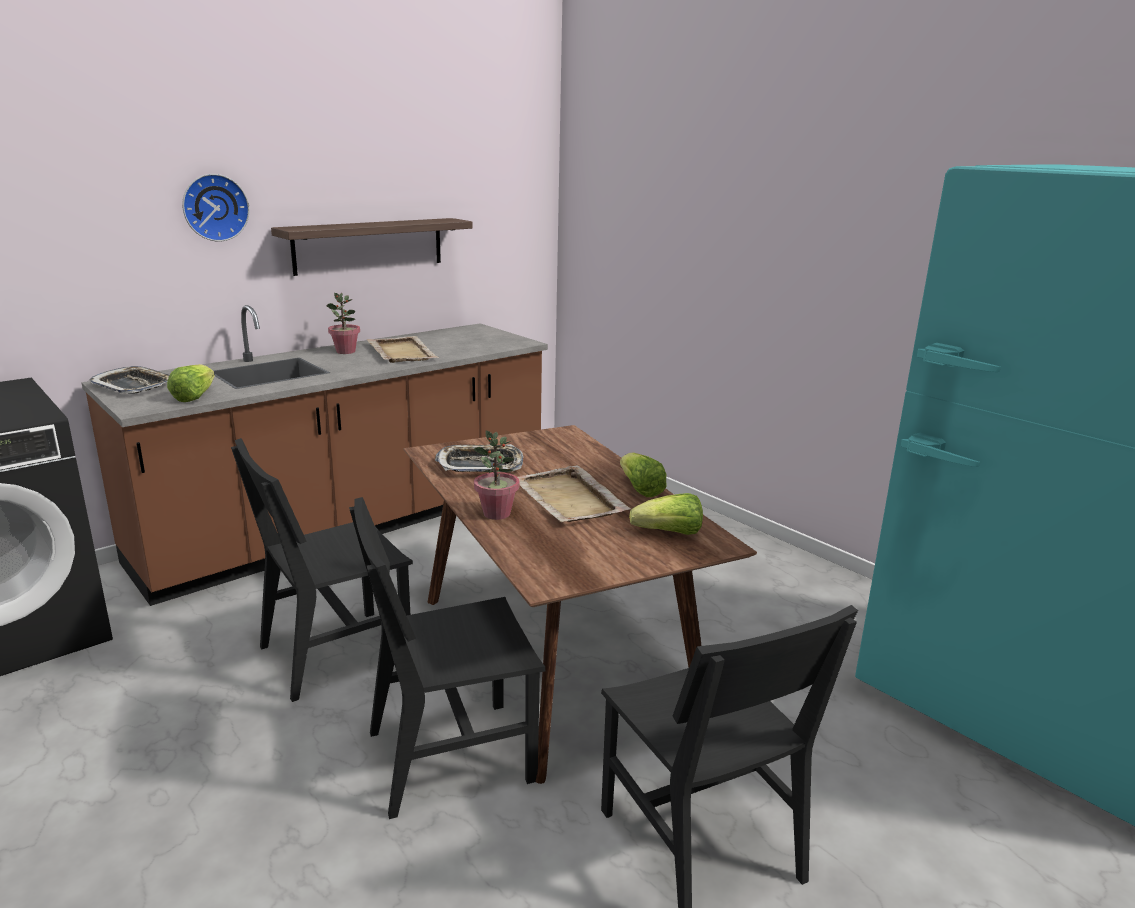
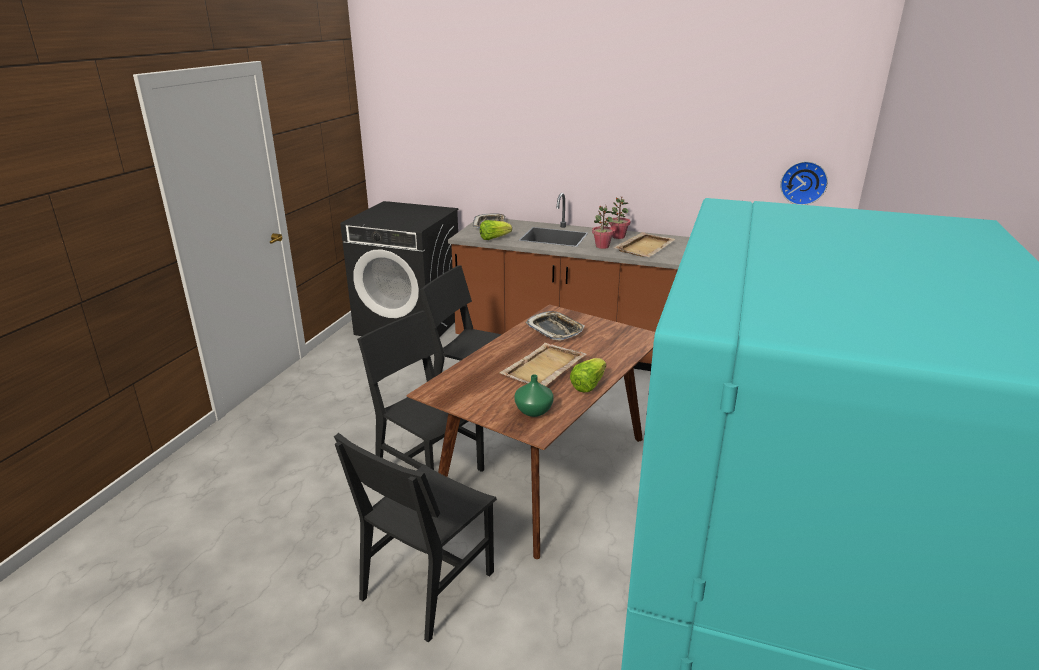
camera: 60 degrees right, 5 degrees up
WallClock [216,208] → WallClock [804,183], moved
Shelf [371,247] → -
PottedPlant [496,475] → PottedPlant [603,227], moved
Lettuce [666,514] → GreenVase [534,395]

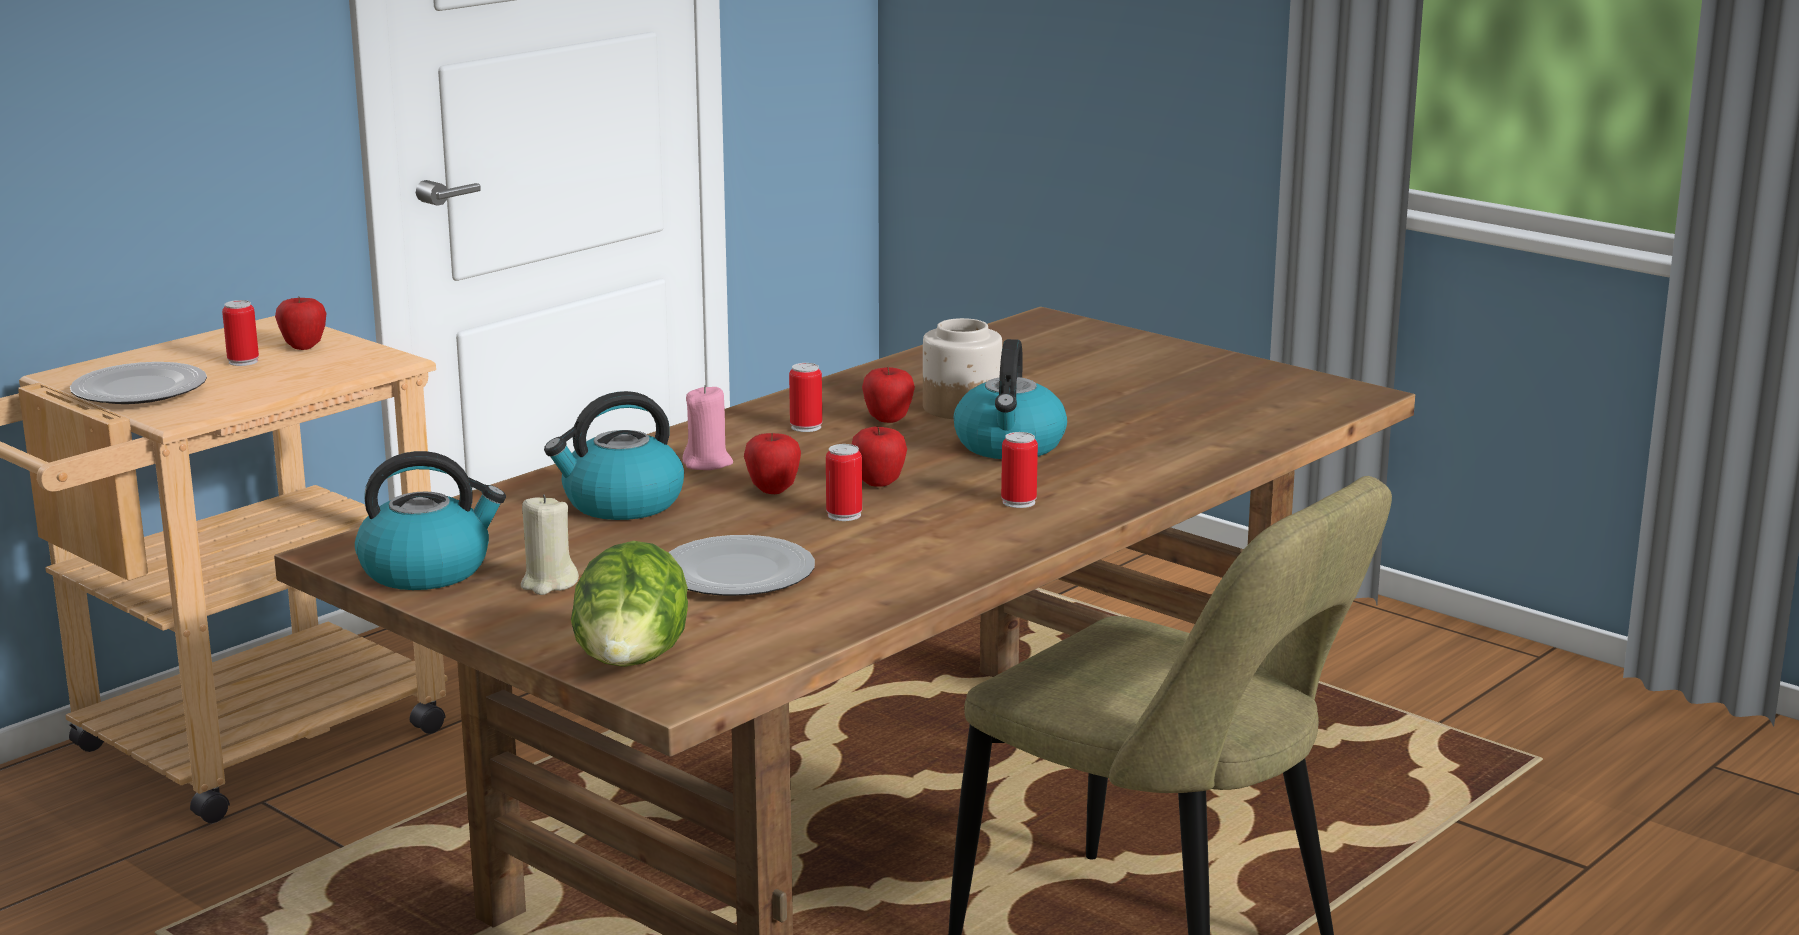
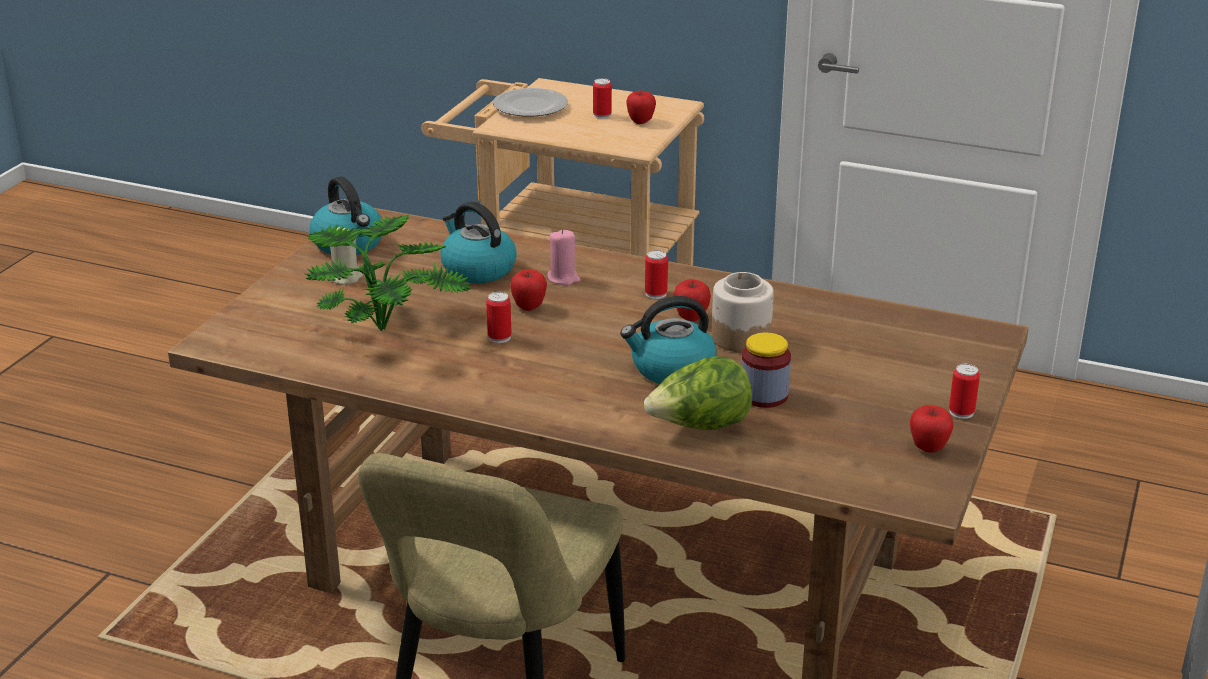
camera: 70 degrees right, 10 degrees up
Lettuce [629,604] → Lettuce [698,393], moved
Plate [741,565] → PottedPlant [389,273]
Apple [879,456] → Apple [931,429], moved
Can [1019,470] → Can [964,391], moved
- → Jar [766,370]

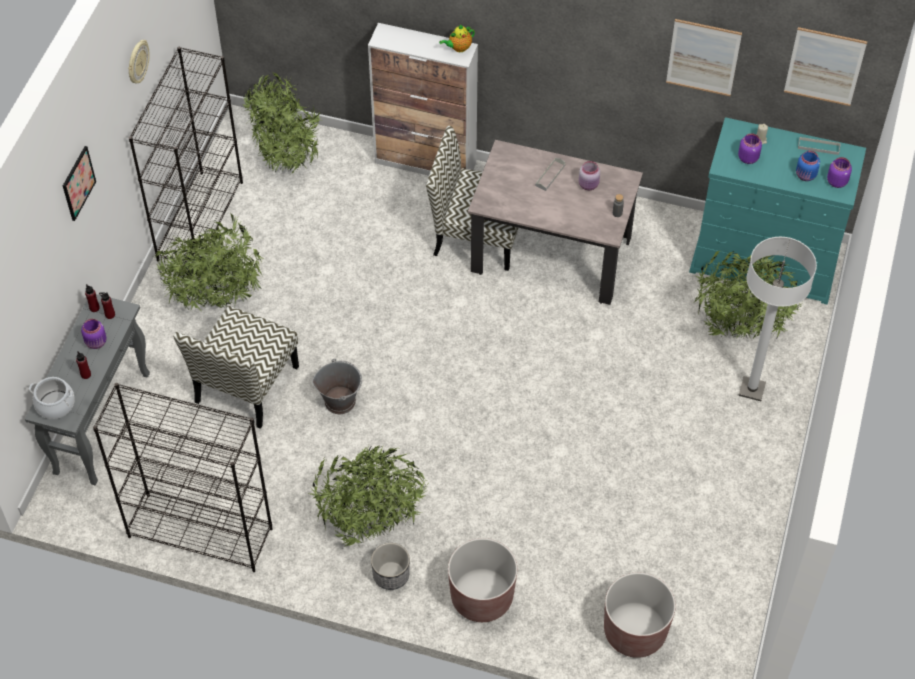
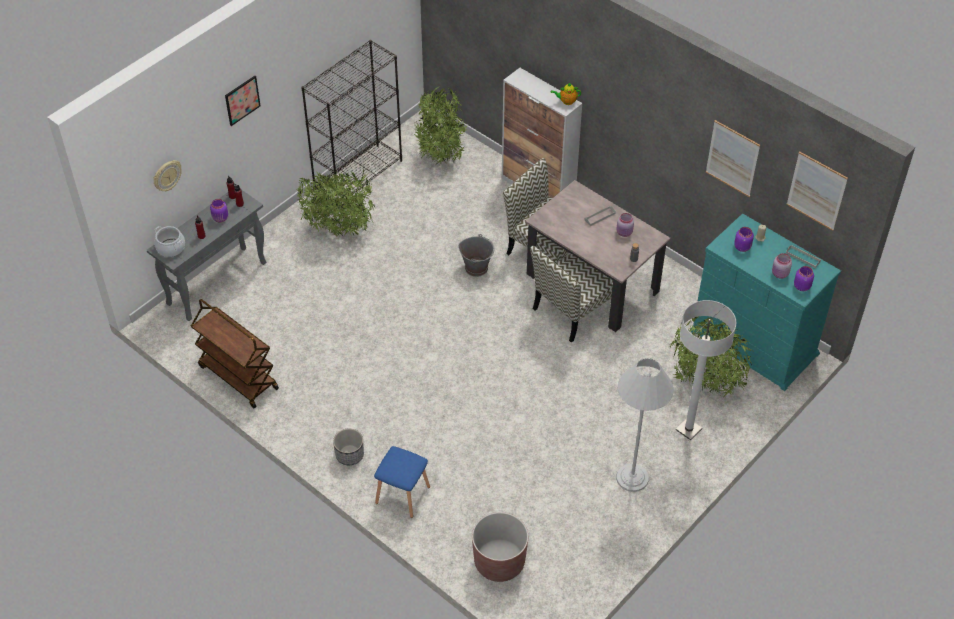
camera: 25 degrees right, 5 degrees down
BlackBookcase [183,477] → BrownCart [235,353]
WallClock [139,61] → WallClock [168,175], moved
Chair [236,367] → Chair [572,294], moved
PottedPlant [368,496] → -
GreyBucket [337,386] → GreyBucket [476,255], moved
BrownPlanter [482,580] → BlueStool [402,482]
BlueJar [808,166] → PinkJar [782,266]
- → WhiteFloorLamp [645,425]

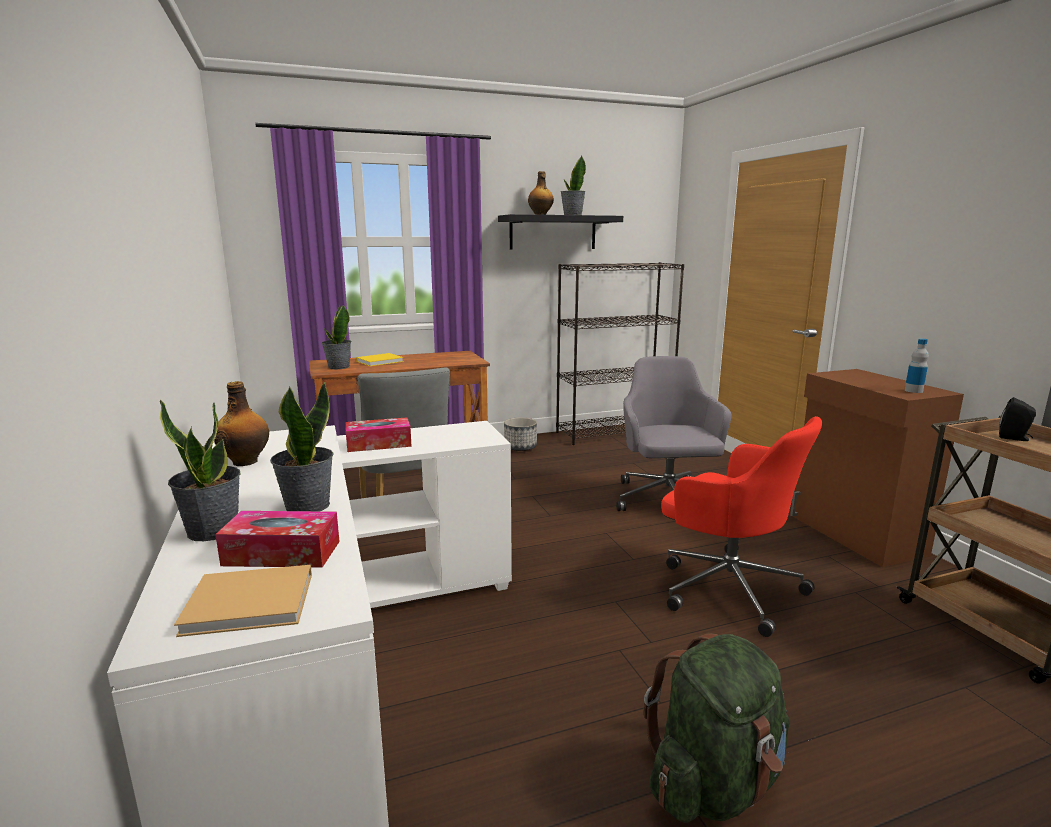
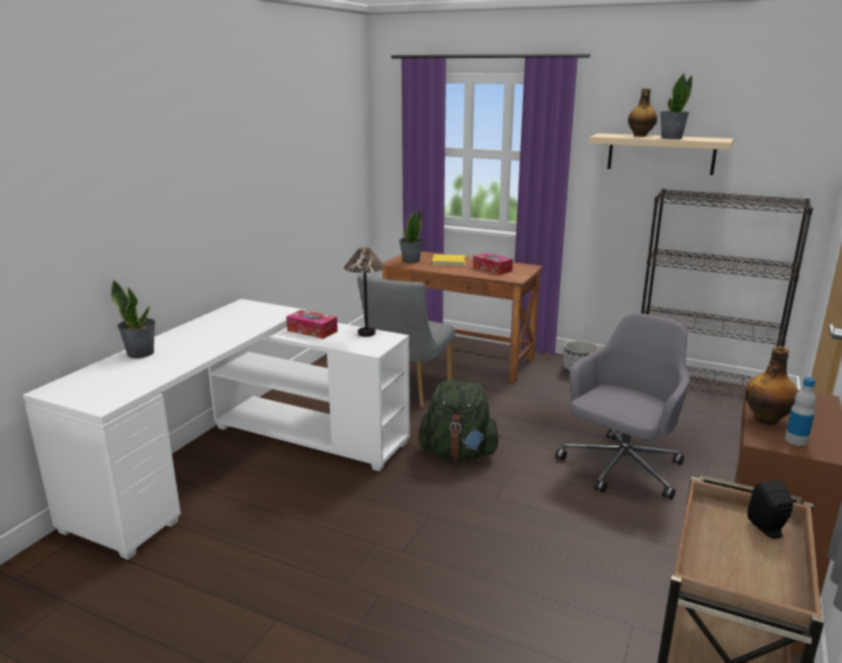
camera: 45 degrees right, 5 degrees up
BeigeBook [243,601] → -
Bottle [241,423] → Bottle [771,385], moved
TissueBox [277,539] → TissueBox [493,264], moved
PottedPlant [301,446] → -
BlackShelf [560,232] → BeigeShelf [661,154]
GreenBackpack [716,728] → GreenBackpack [460,420], moved
RedOfficeChair [741,526] → -
- → TableLamp [364,292]

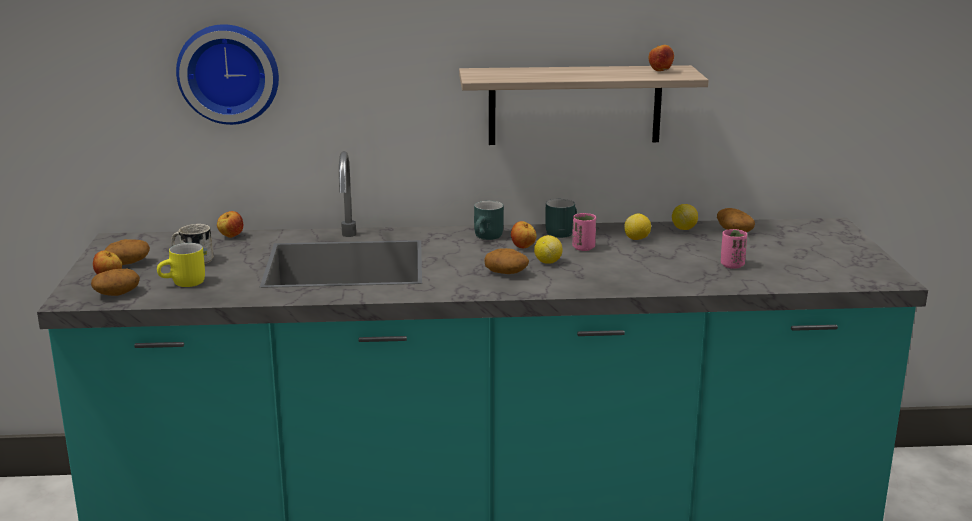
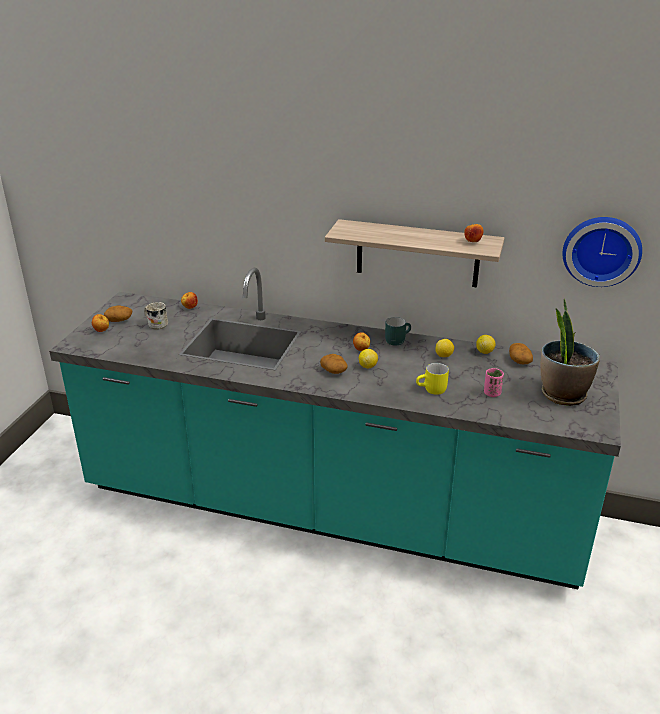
camera: 20 degrees right, 10 degrees up
Potato [115,282] → -
YellowMug [181,265] → YellowMug [432,379], moved
WallClock [227,74] → WallClock [602,252], moved
TurquoiseMug [489,220] → -
PinkCup [584,232] → -
- → PottedPlant [570,352]

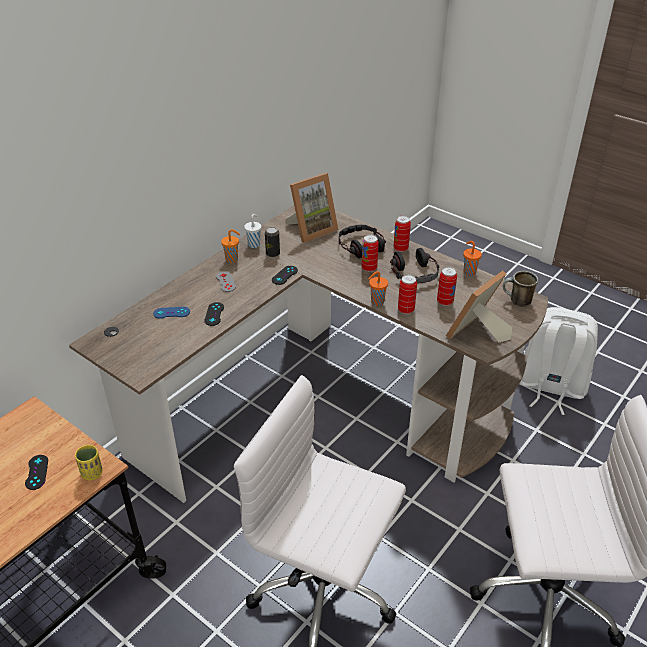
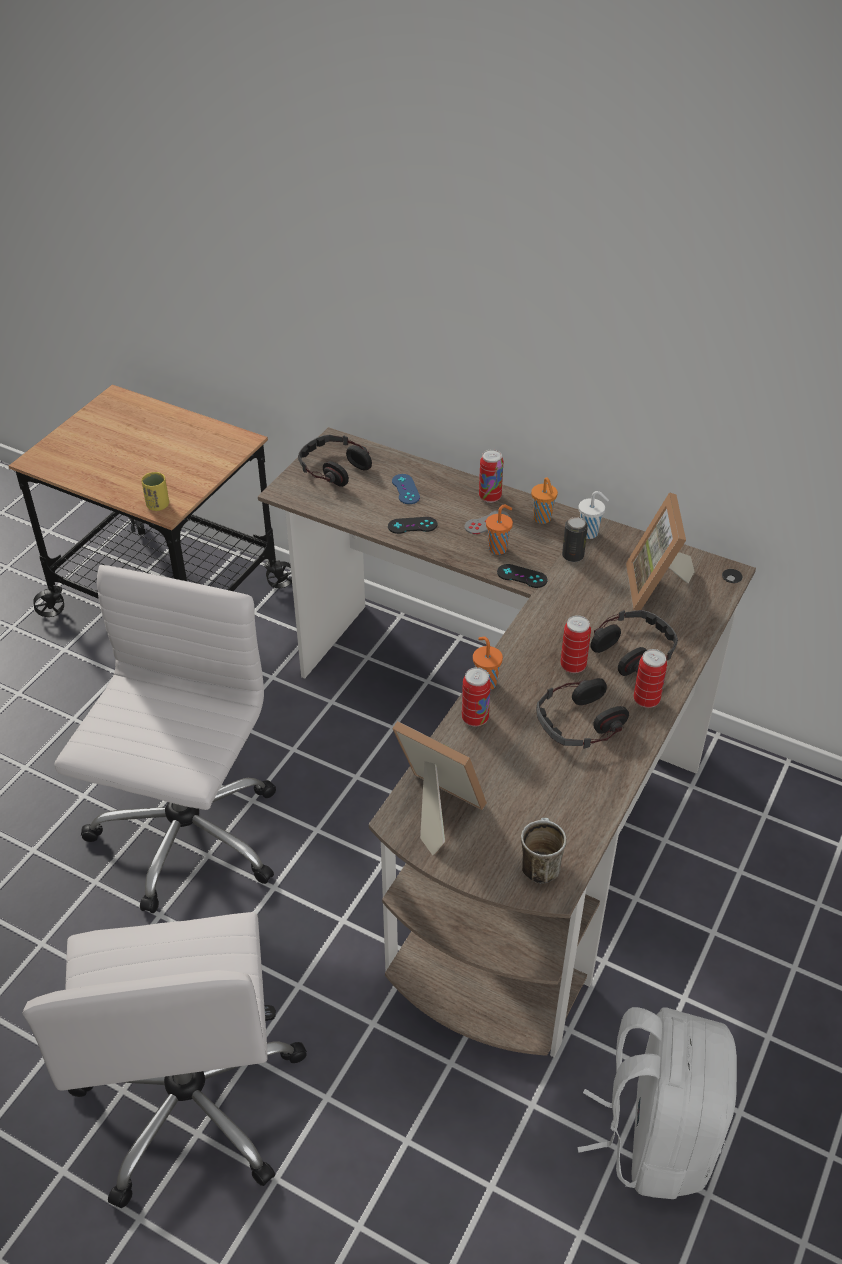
camera: 80 degrees right, 5 degrees up
BlackGameController [36,472] → -
PictureFrame [312,208] → PictureFrame [660,551], 45 degrees clockwise
Can [447,286] → Can [491,476], moved
OrangeCup [472,258] → OrangeCup [499,529], moved
- → Headphones [335,461]

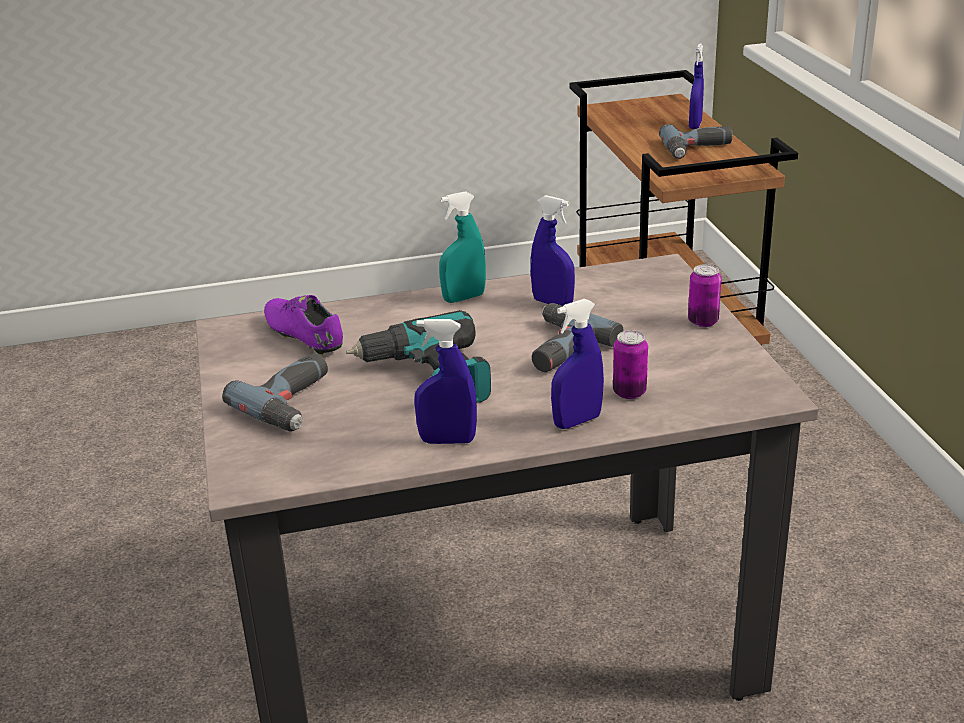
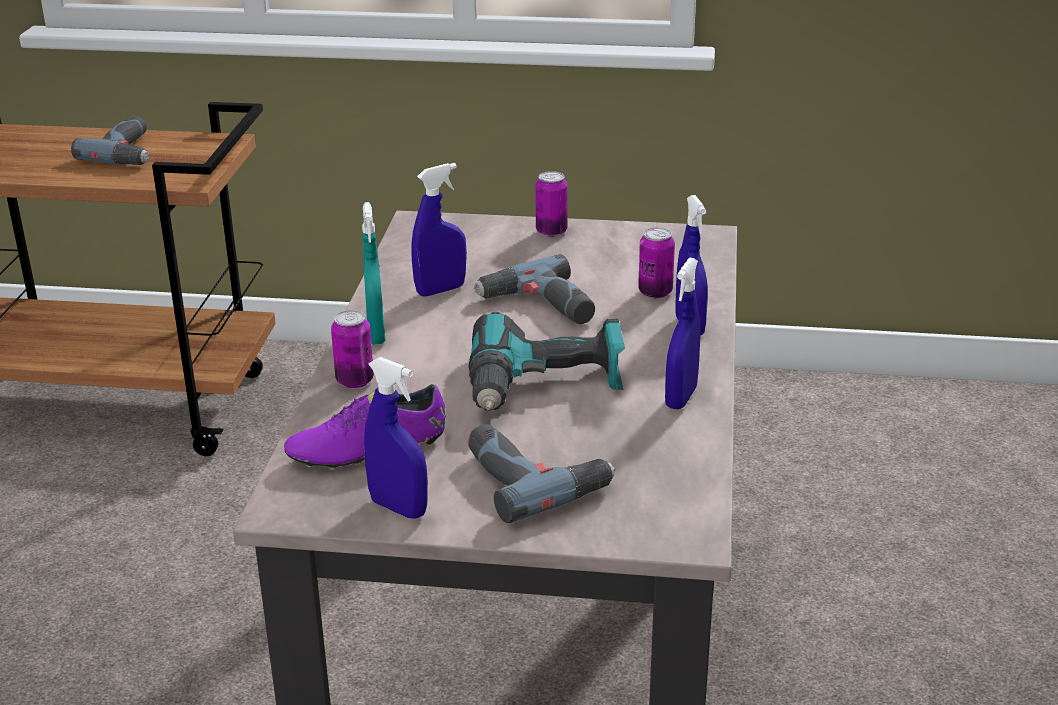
camera: 70 degrees left, 0 degrees up
BlueSprayBottle [696,86] → BlueSprayBottle [396,437], moved
- → Can [352,349]

